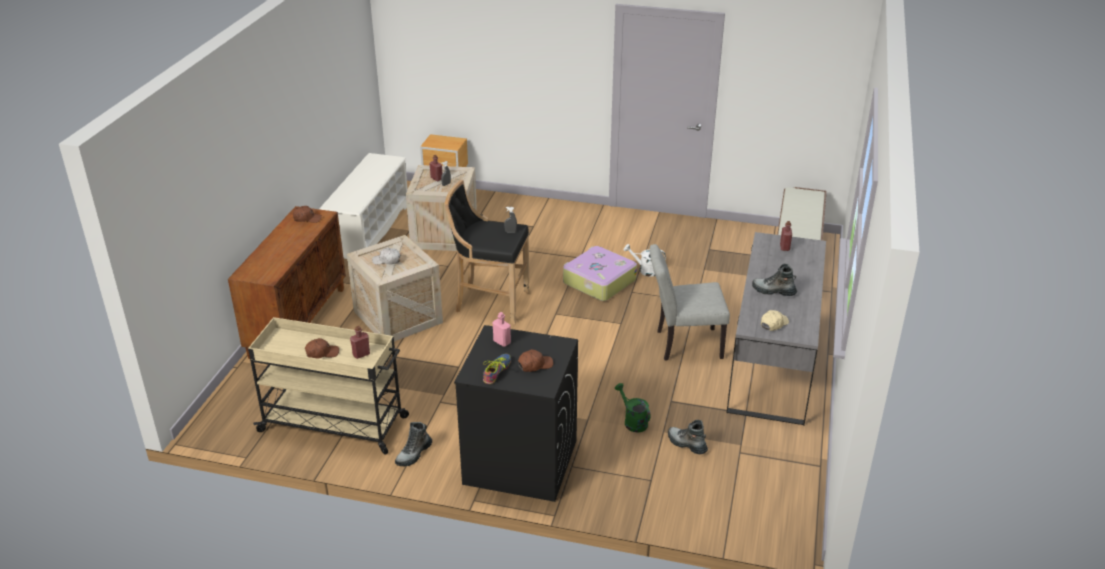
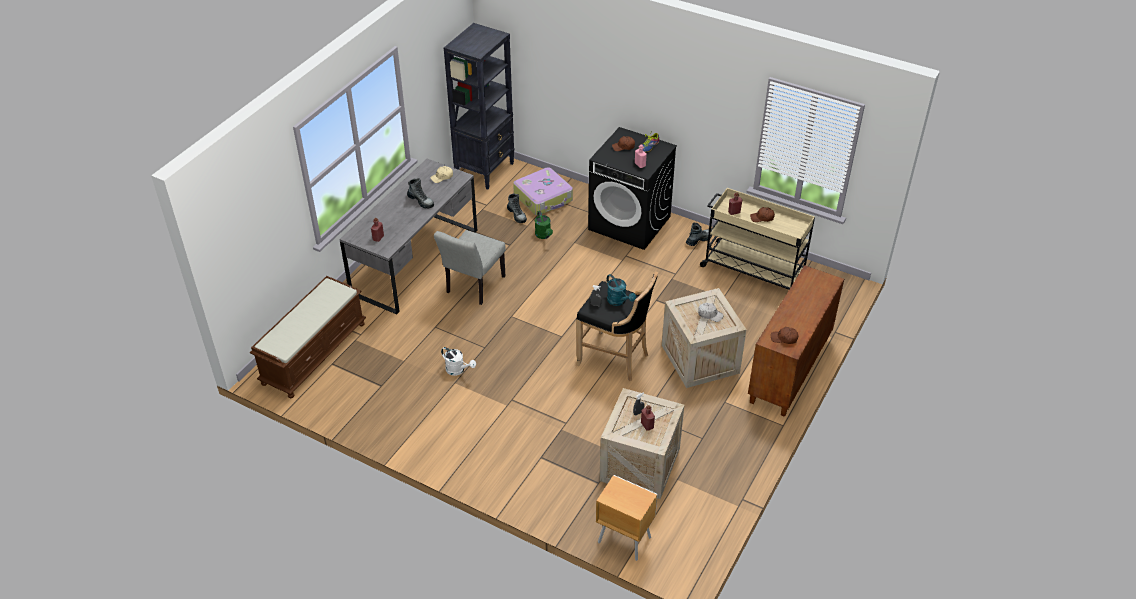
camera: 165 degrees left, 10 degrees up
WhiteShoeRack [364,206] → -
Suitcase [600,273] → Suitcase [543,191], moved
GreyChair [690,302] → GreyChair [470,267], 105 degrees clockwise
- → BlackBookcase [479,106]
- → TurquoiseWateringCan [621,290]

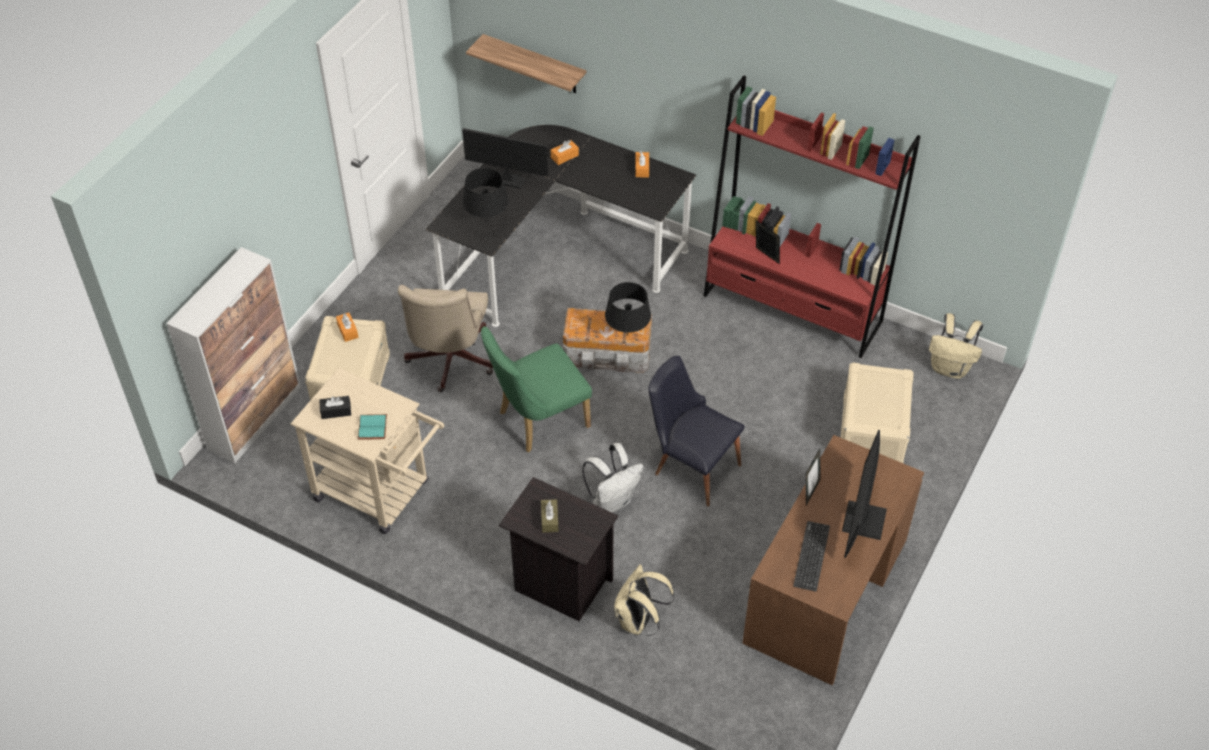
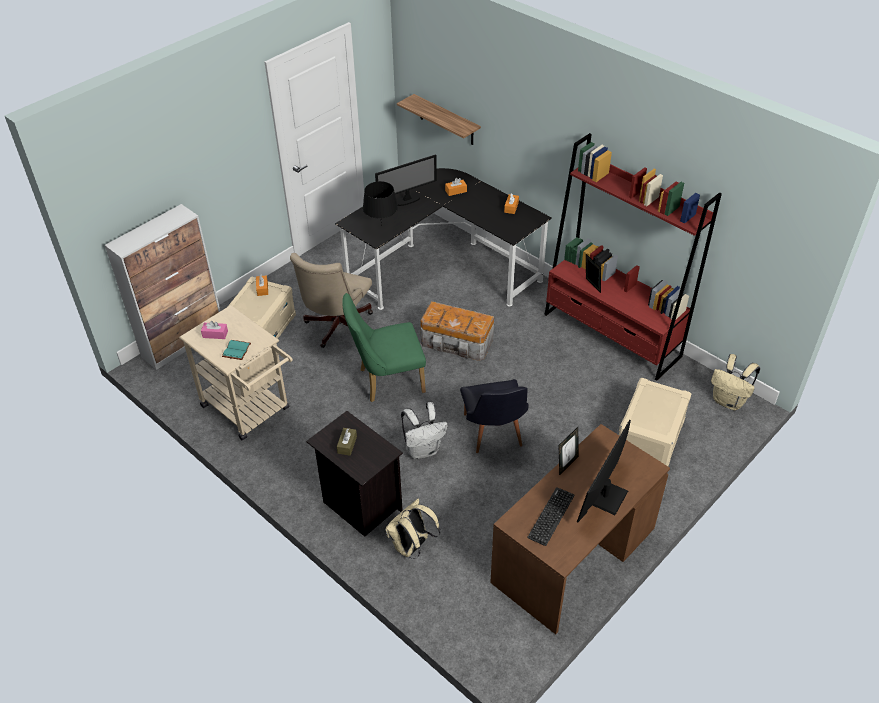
camera: 15 degrees right, 5 degrees down
BlackTissueBox [335,407] → PinkTissueBox [214,330]
Monitor [505,158] → Monitor [406,180], 120 degrees clockwise
BlackTableLamp [628,309] → -
BlackChair [696,431] → BlackChair [494,416], 150 degrees counterclockwise

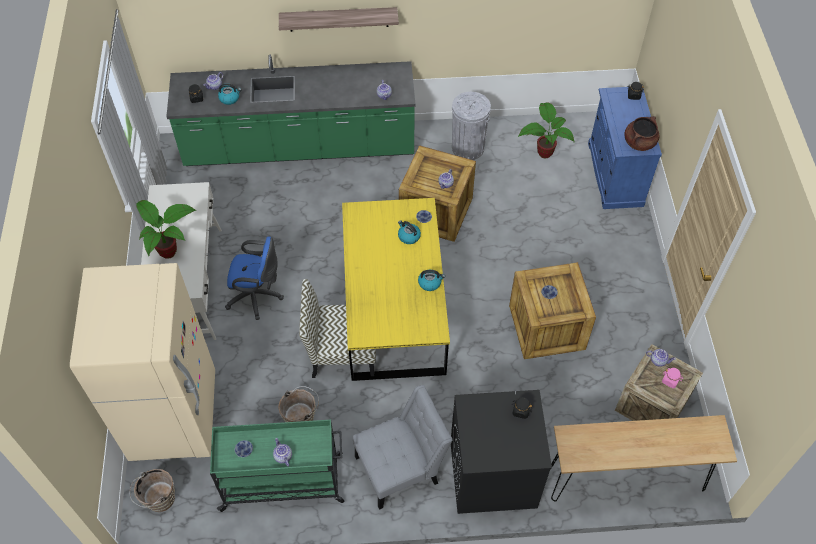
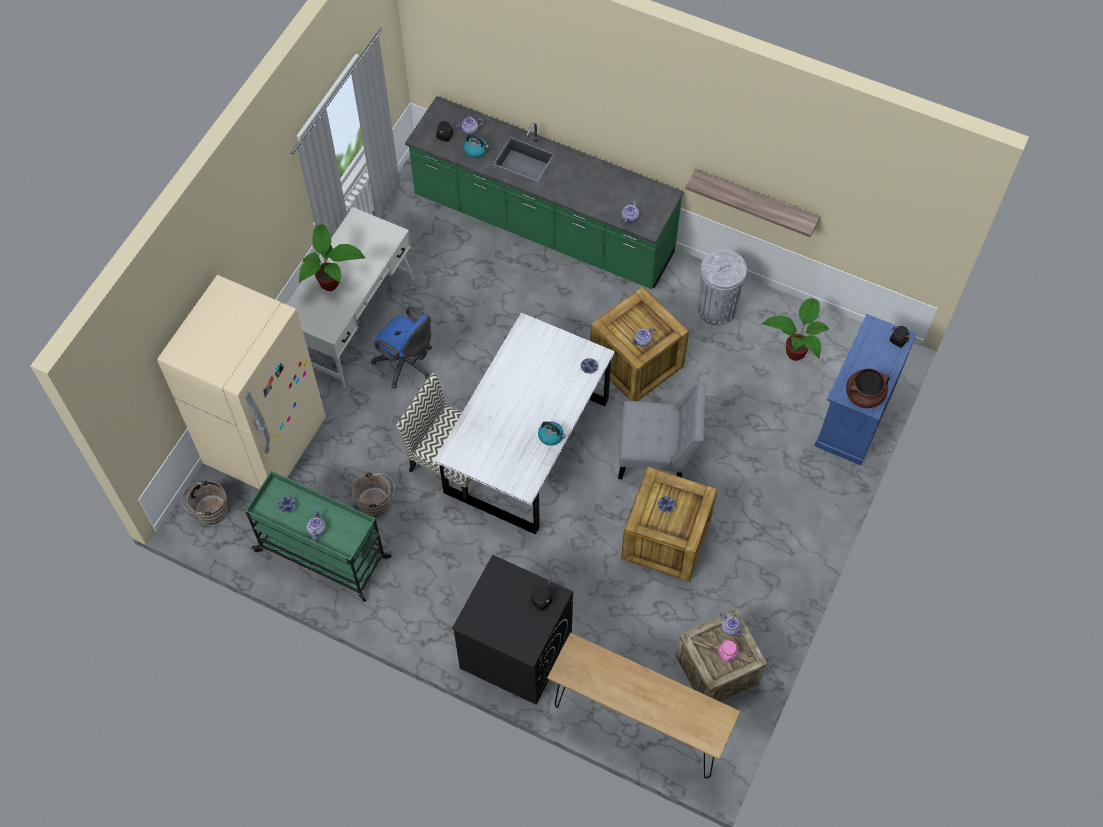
camera: 30 degrees right, 5 degrees up
Shelf [339,19] → Shelf [752,203], moved
YellowDiningTable [396,289] → WhiteDiningTable [524,423]
GreyChair [403,447] → GreyChair [662,430], moved
Kettle [409,232] → -

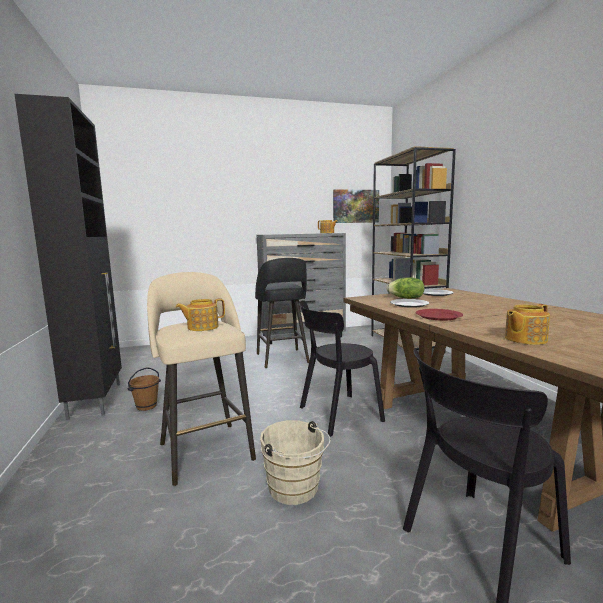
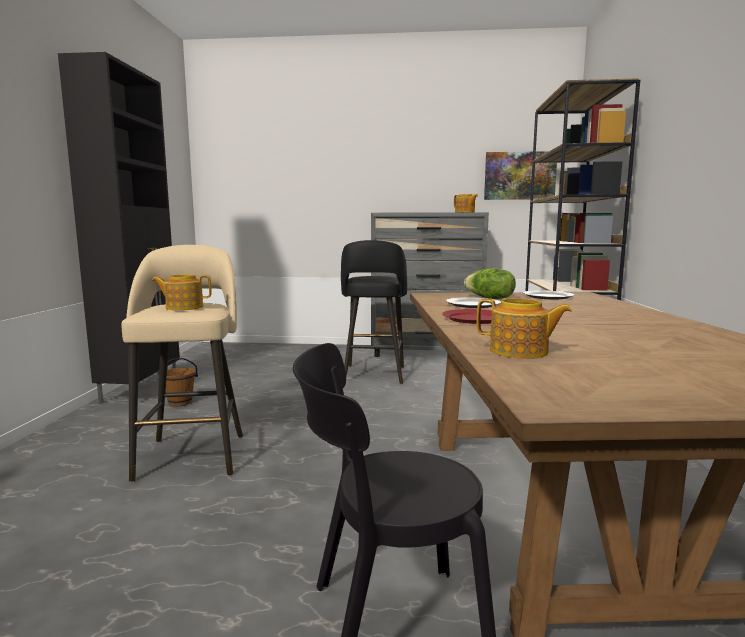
camera: 20 degrees right, 0 degrees up
BeigeBucket [295,462] → -
BlackChair [342,368] → -
Teapot [527,324] → Teapot [524,328], 150 degrees counterclockwise

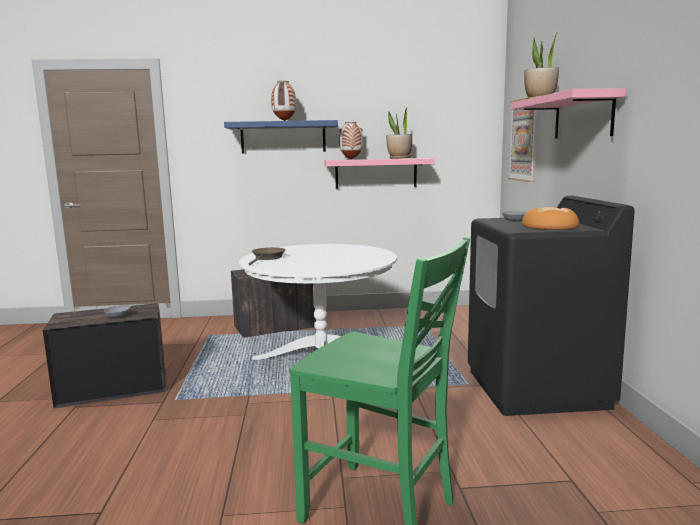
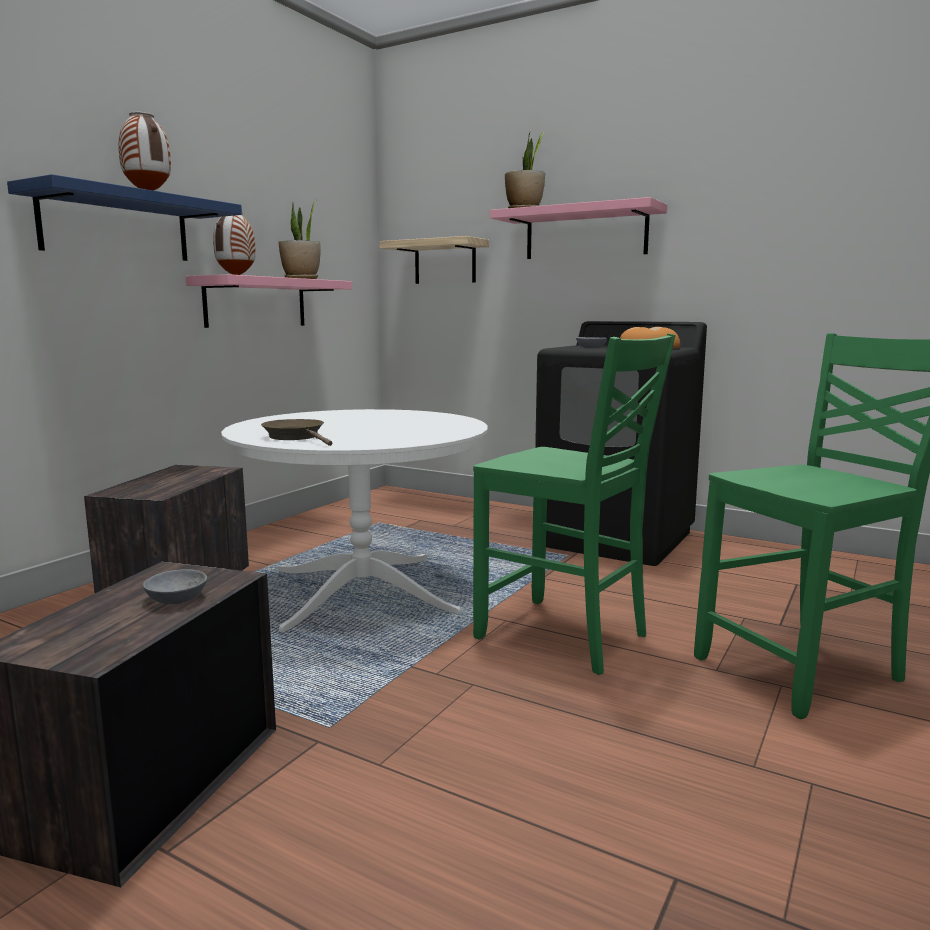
camera: 55 degrees left, 0 degrees up
Picture [522,140] → Shelf [434,260]
- → GreenChair [574,504]

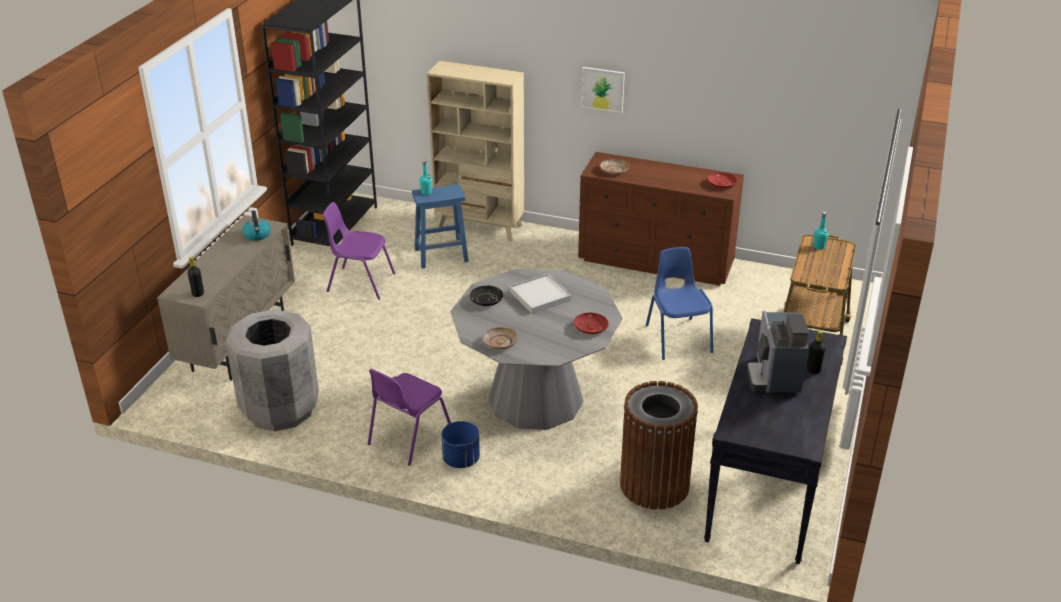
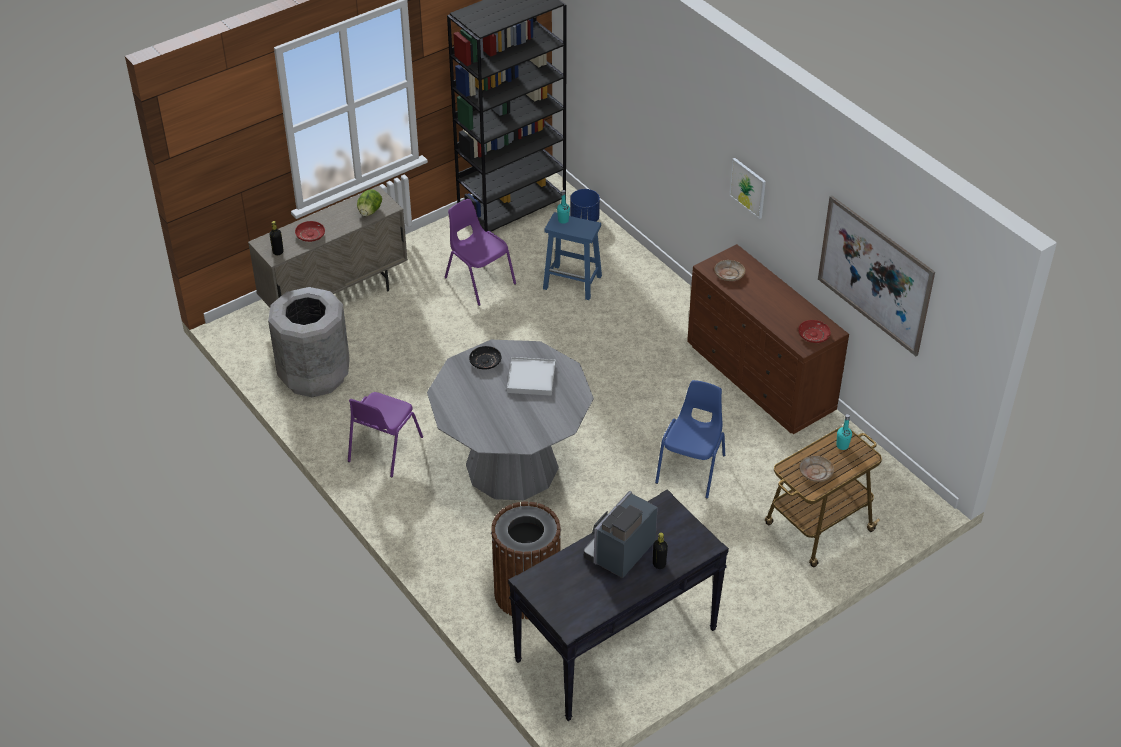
camera: 35 degrees right, 10 degrees up
Kettle [256,225] → Lettuce [369,203]
PurpleChair [409,417] → PurpleChair [385,434], 45 degrees counterclockwise
BeigeBookcase [475,151] → -
BluePlanter [461,444] → BluePlanter [585,205], moved
BeigePlate [500,338] → BeigePlate [816,469], moved
RedPlate [591,323] → RedPlate [310,231], moved
- → Picture [876,275]

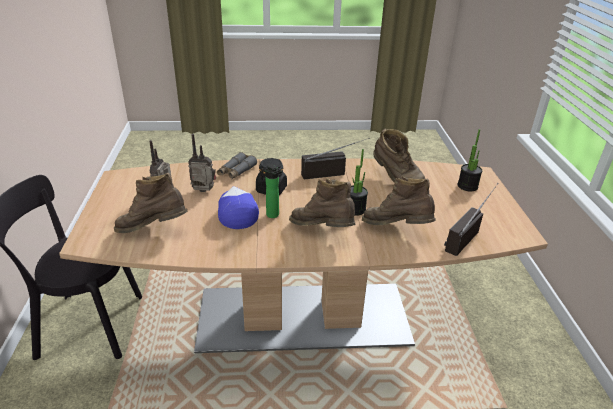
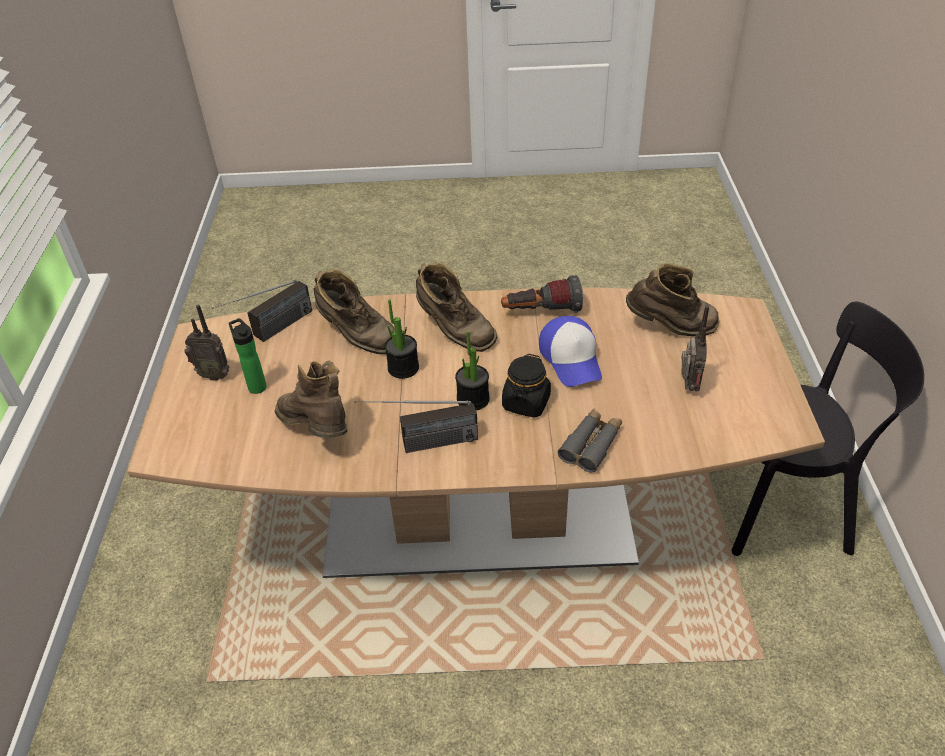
camera: 175 degrees left, 10 degrees up
Radio [202,163] → Radio [207,342], moved
Bottle [273,191] → Bottle [248,356], moved
PottedPlant [469,160] → PottedPlant [472,370], moved
- → Flashlight [542,294]

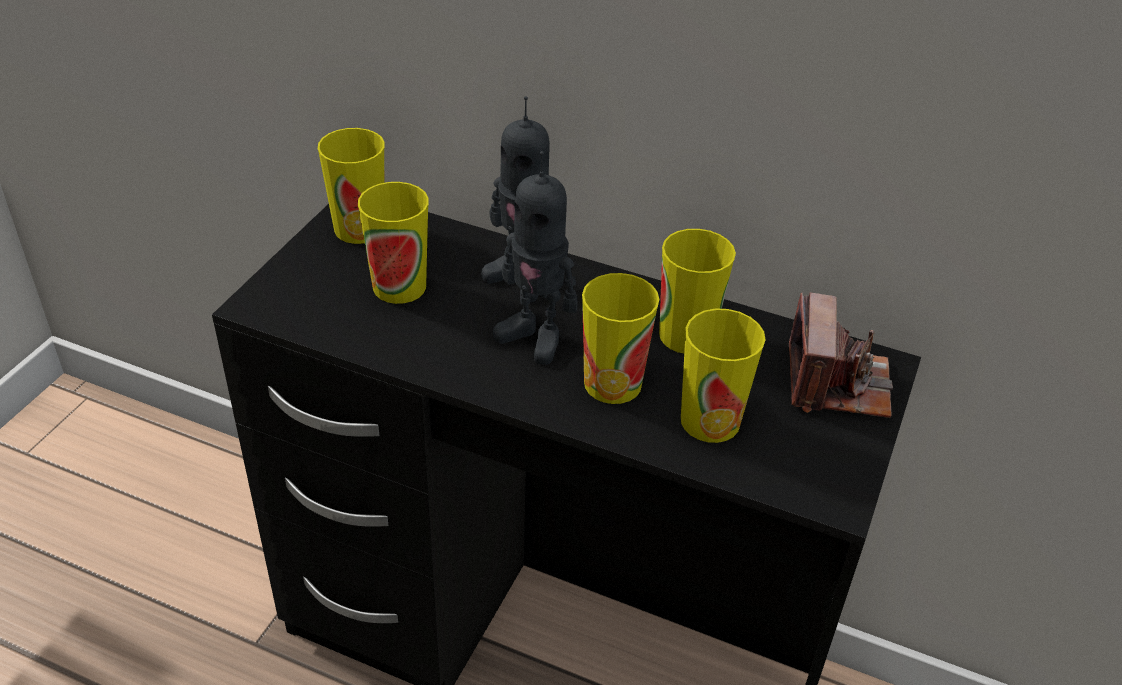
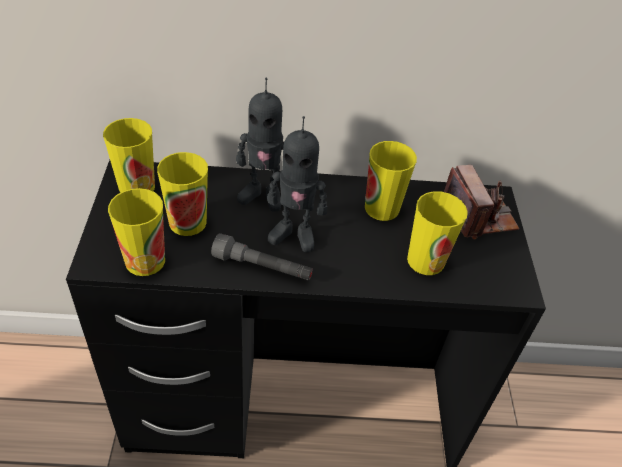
camera: 25 degrees left, 5 degrees up
Cup [620,338] → Cup [136,232], moved
- → GreyFlashlight [262,257]

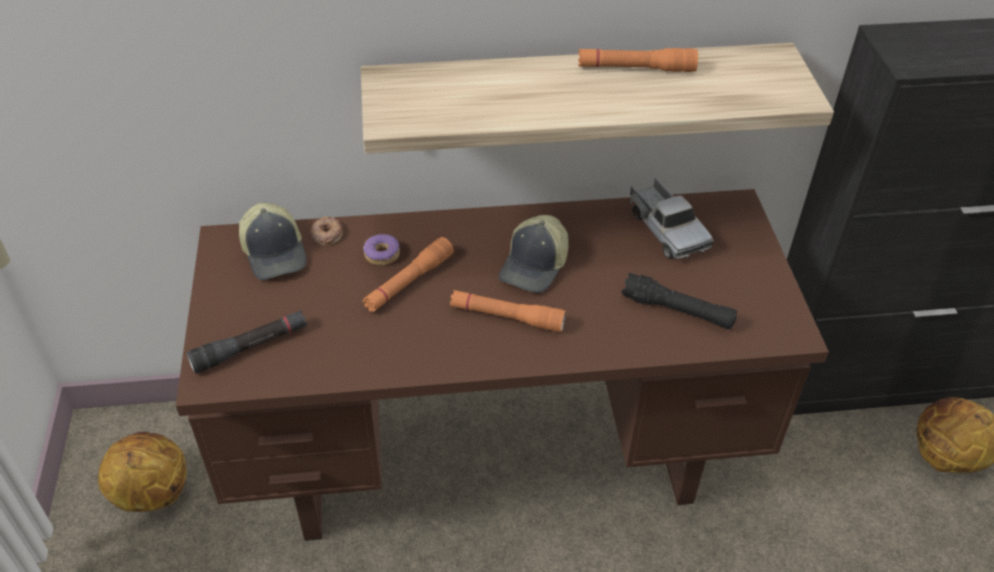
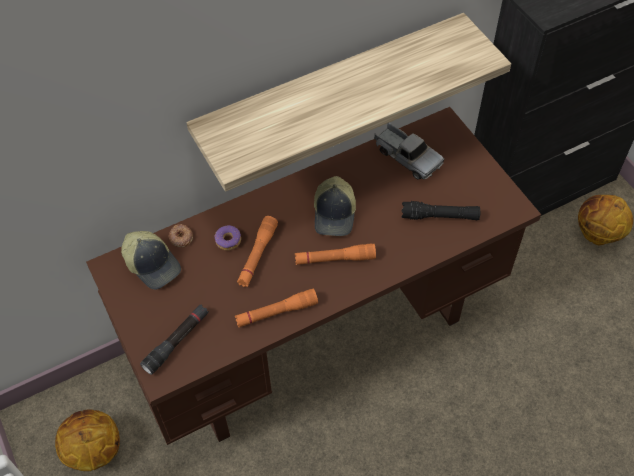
camera: 20 degrees left, 10 degrees up
OrangeFlashlight [638,60] → OrangeFlashlight [276,308], moved

